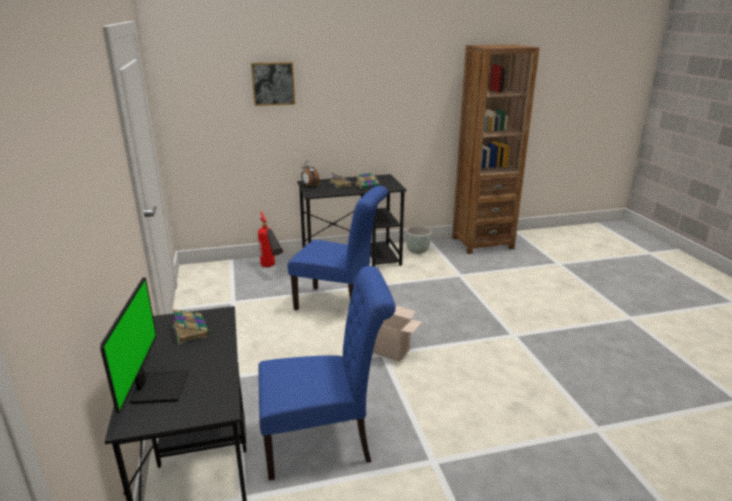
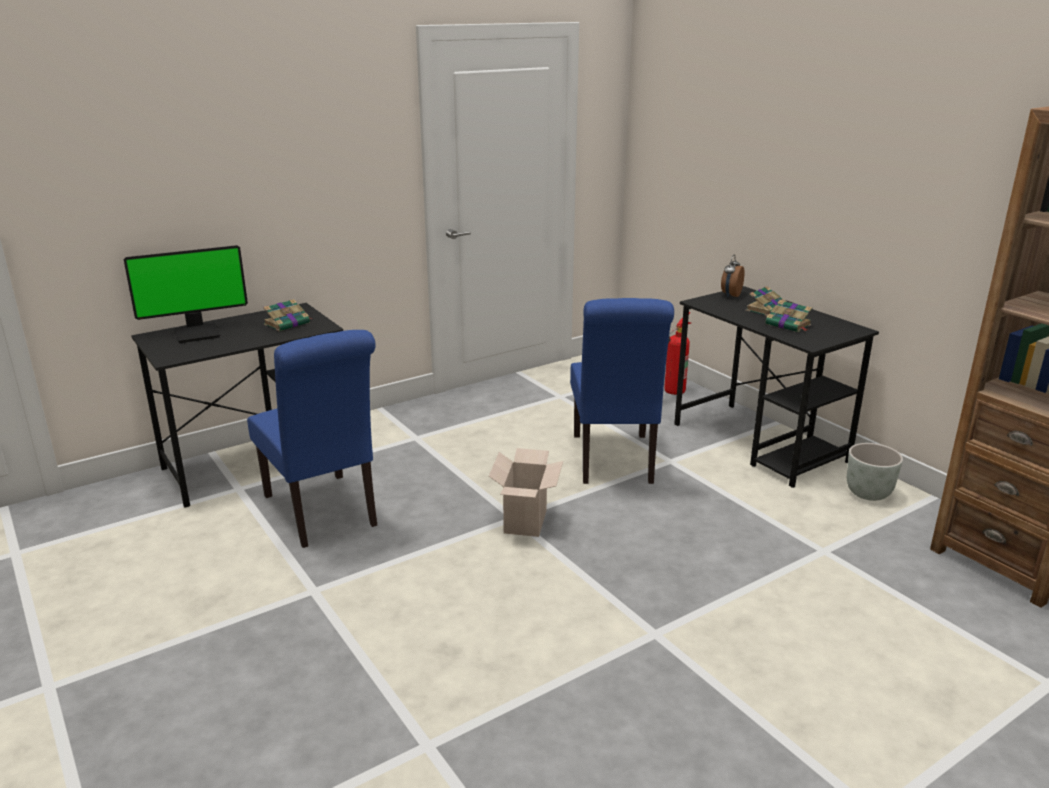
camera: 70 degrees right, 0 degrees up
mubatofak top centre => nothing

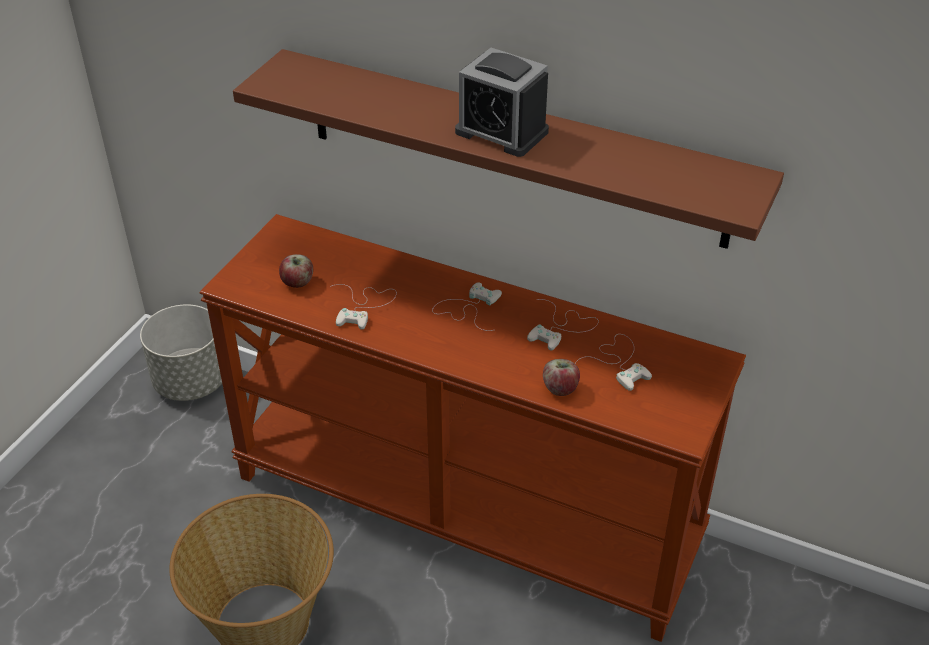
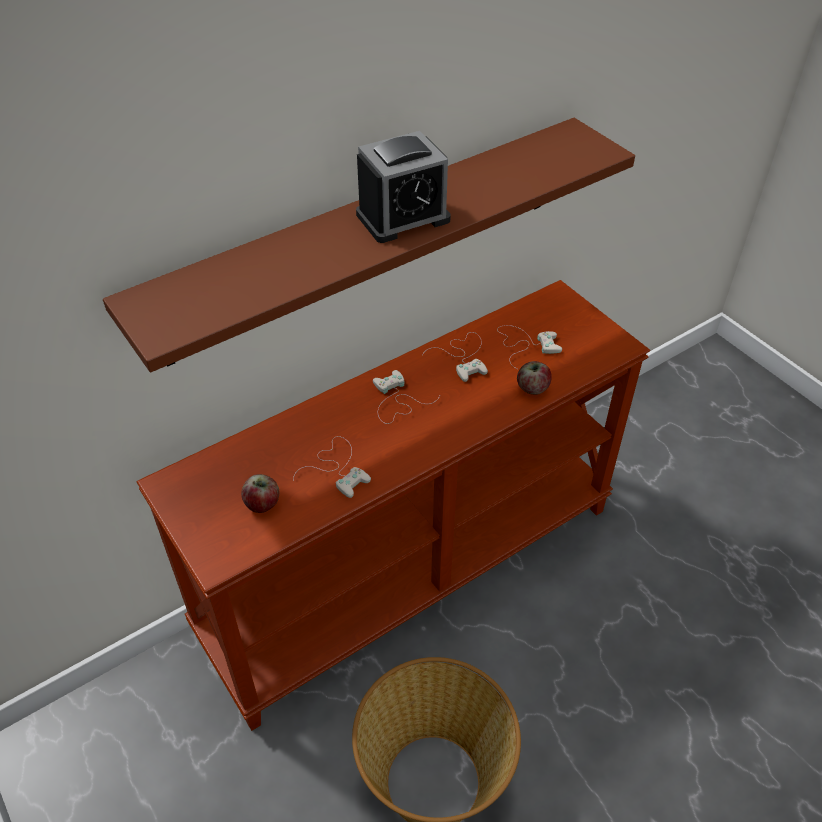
camera: 60 degrees left, 5 degrees up
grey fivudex middle left => nothing

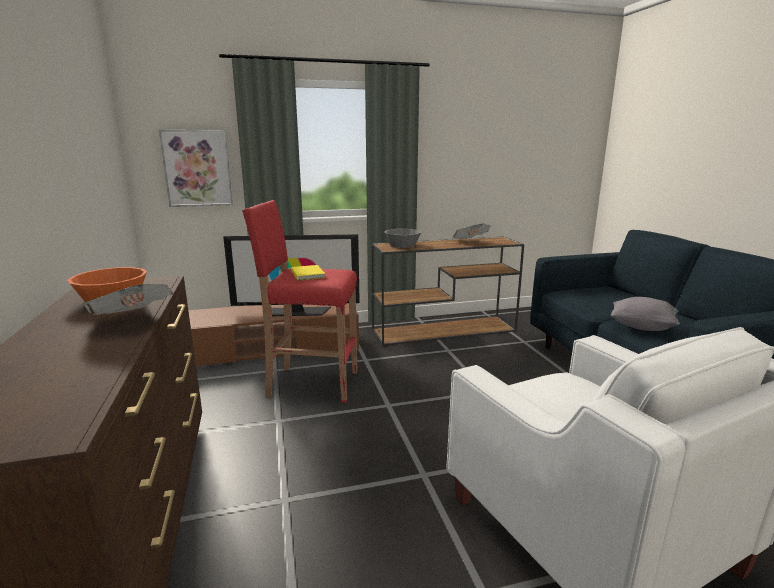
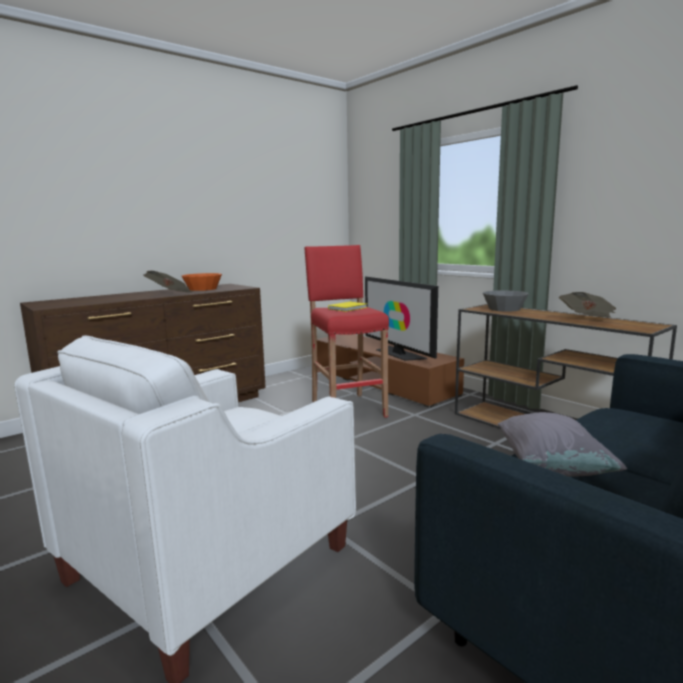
camera: 65 degrees right, 5 degrees down
mubatofak top left => nothing

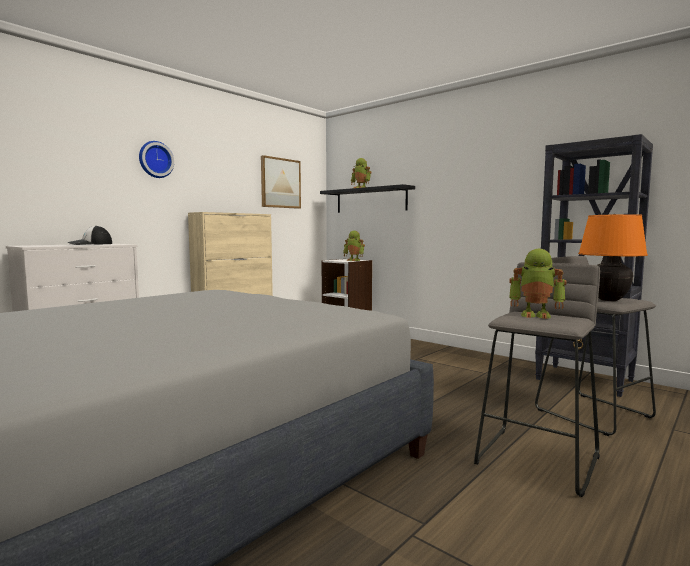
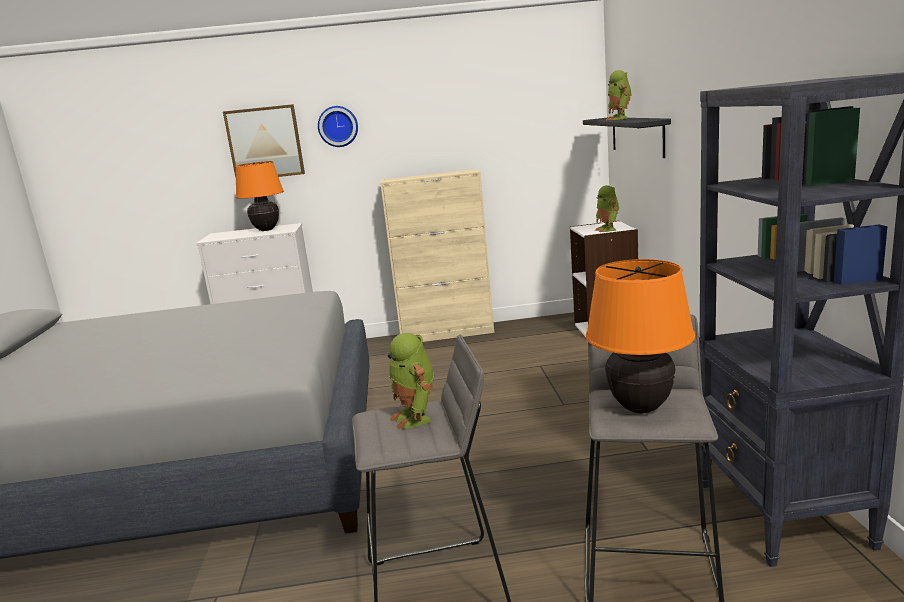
camera: 45 degrees right, 10 degrees up
mubatofak top centre => mubatofak top left, shifted
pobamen middle left => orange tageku (no. 1 from left) top left

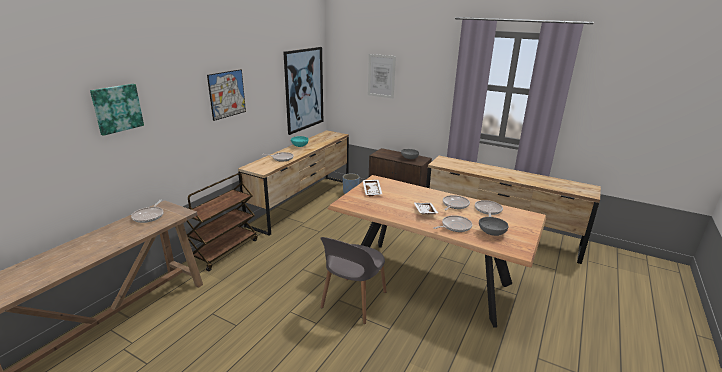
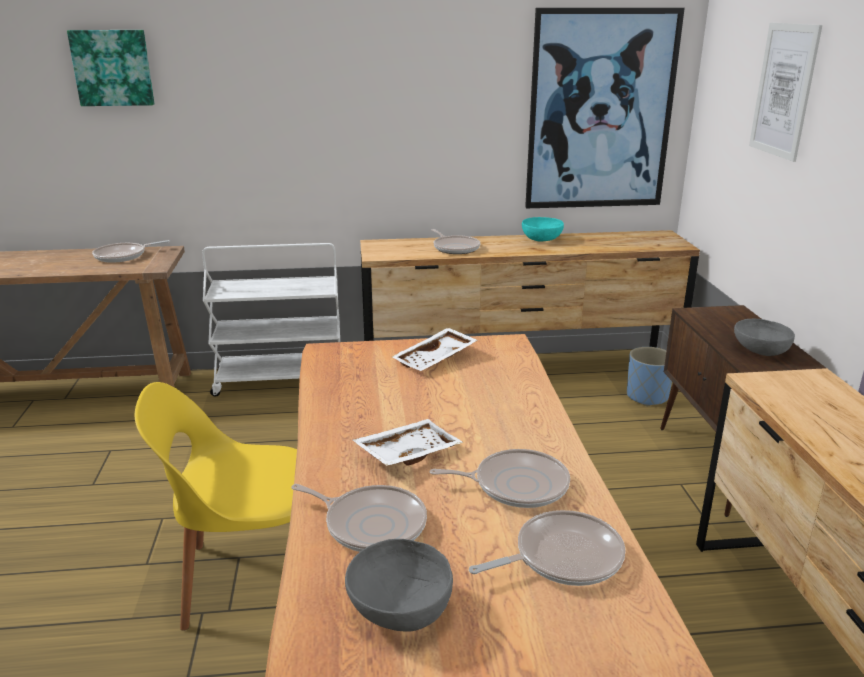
camera: 55 degrees right, 0 degrees up
mubatofak (no. 2 from left) top left => nothing
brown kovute middle left => white kovute middle left
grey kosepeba bottom centre => yellow kosepeba bottom left

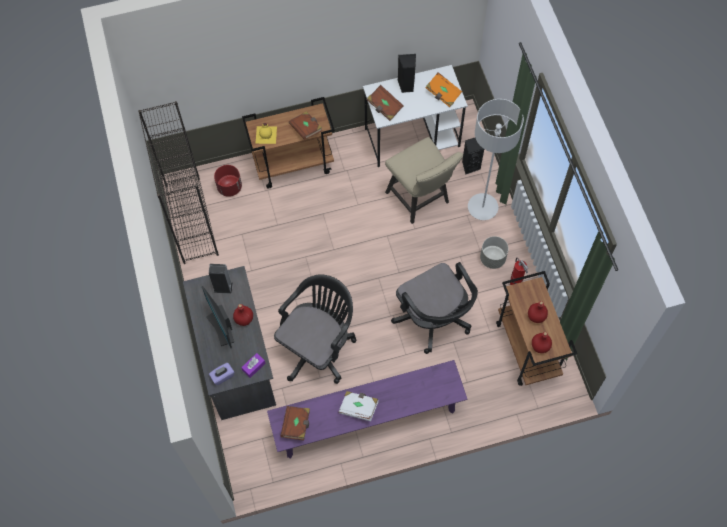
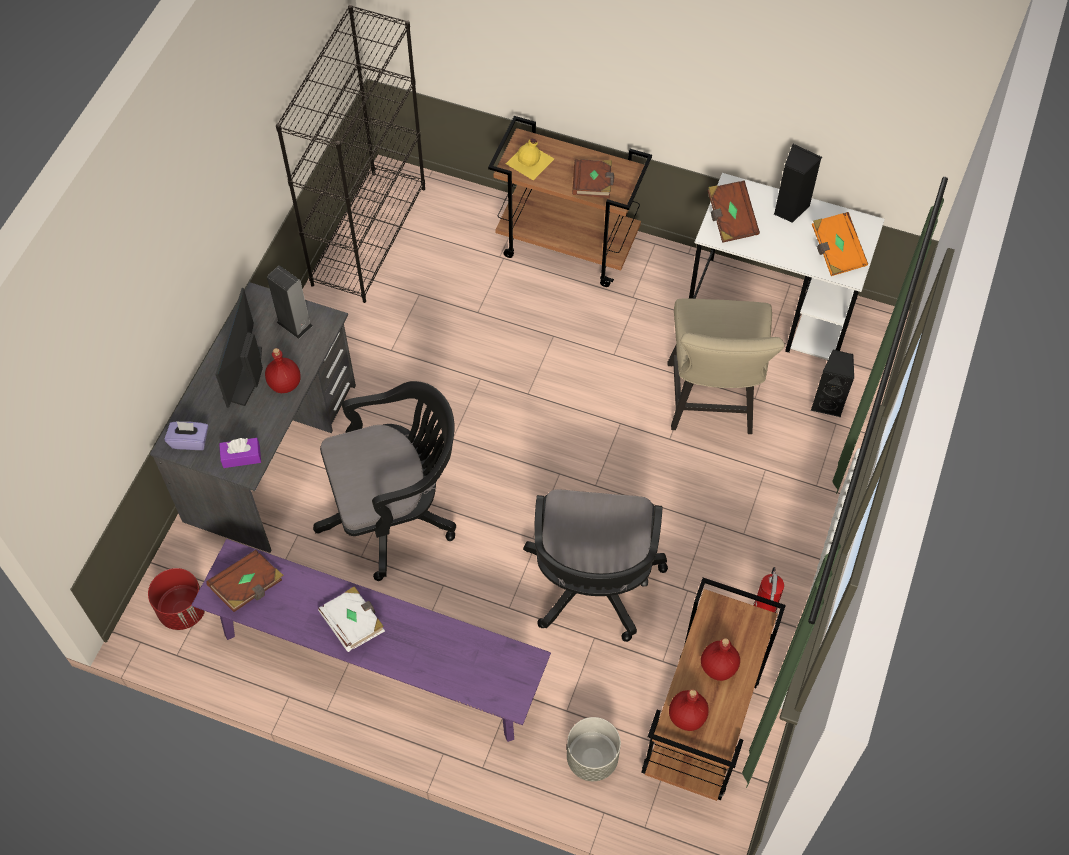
camera: 35 degrees right, 5 degrees down
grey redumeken top right => nothing
red fivudex middle left => red fivudex bottom left, shifted
grey fivudex middle right => grey fivudex bottom centre, shifted

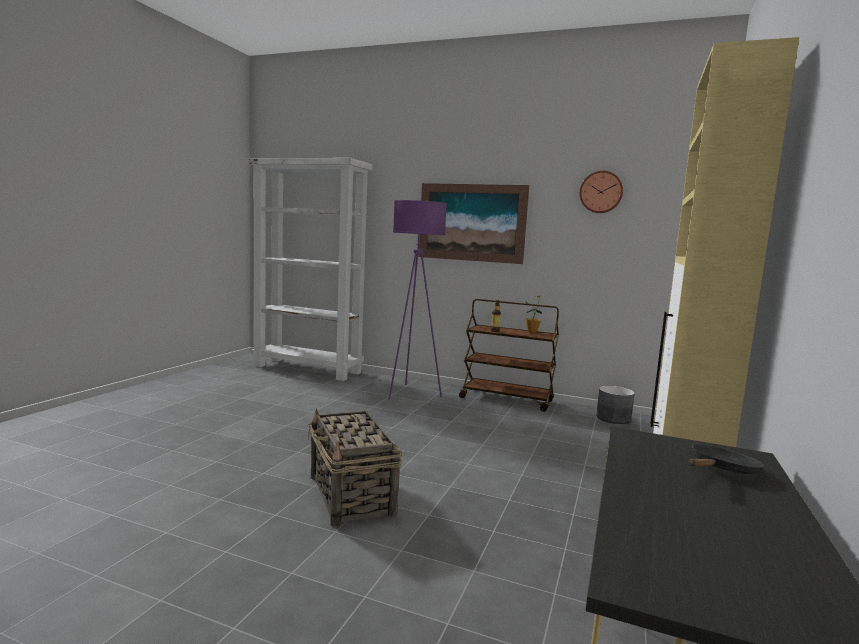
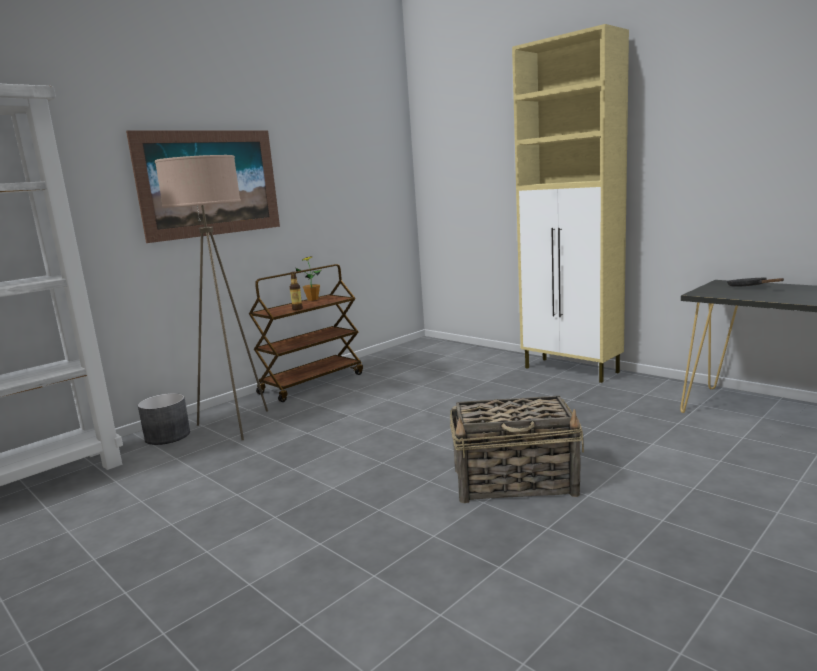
camera: 65 degrees left, 5 degrees up
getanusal top right => nothing
purple redumeken centre => beige redumeken middle left
grey fivudex middle right => grey fivudex middle left, shifted

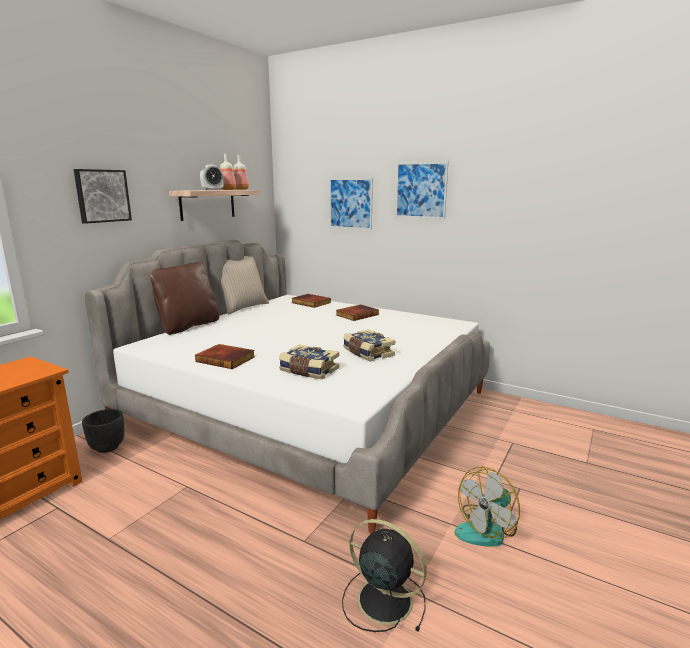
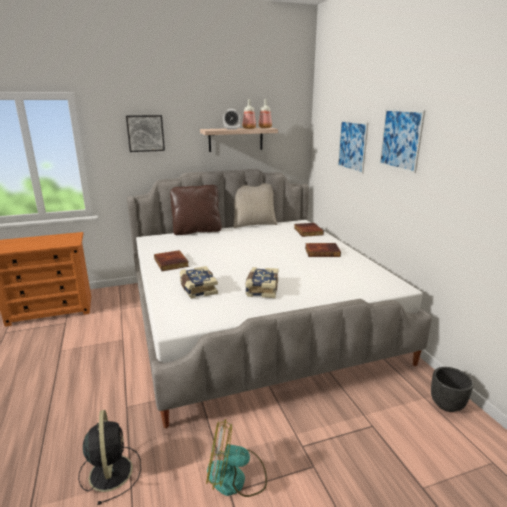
camera: 40 degrees right, 5 degrees up
black fivudex middle left => black fivudex bottom right, shifted

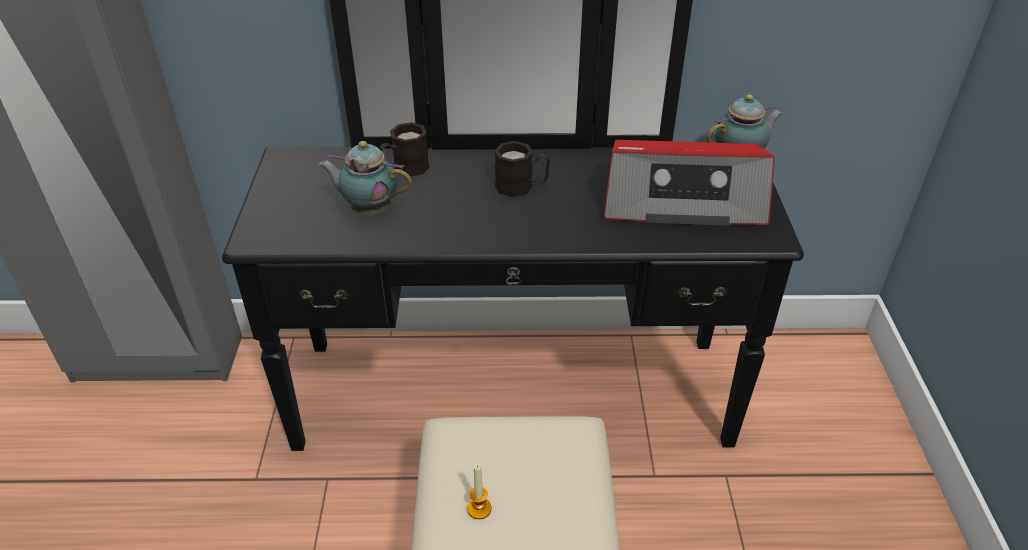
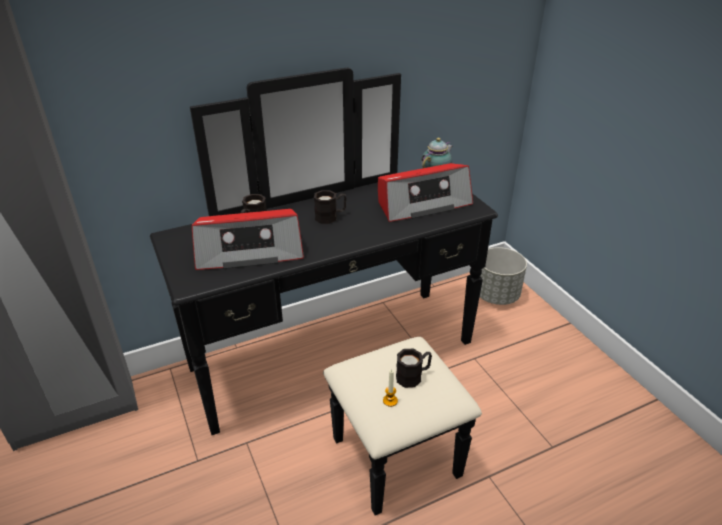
camera: 25 degrees left, 5 degrees down
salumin (no. 1 from left) top centre => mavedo (no. 1 from left) centre
nothing => grey fivudex middle right
nothing => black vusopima (no. 3 from left) bottom centre

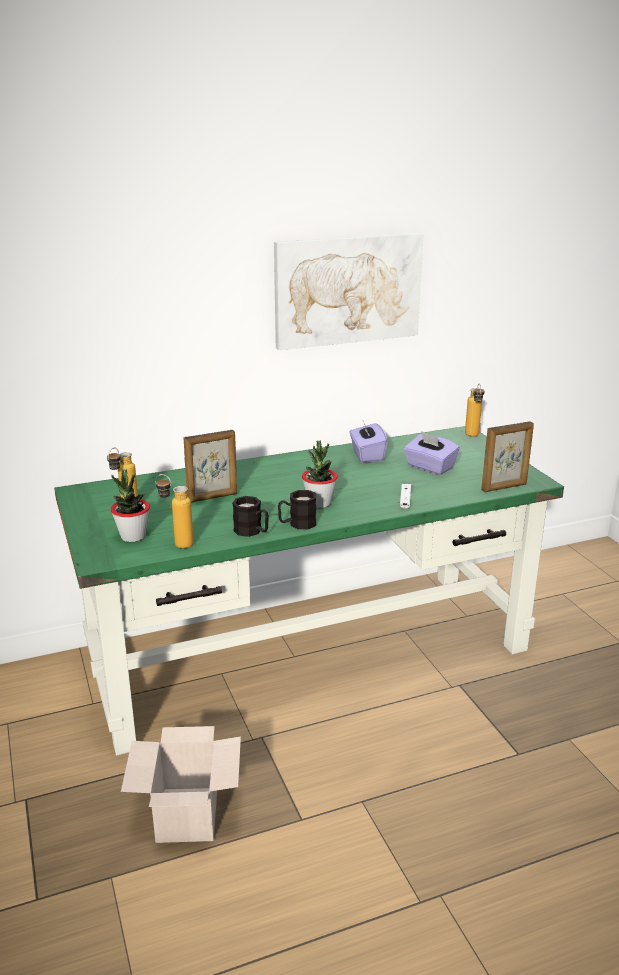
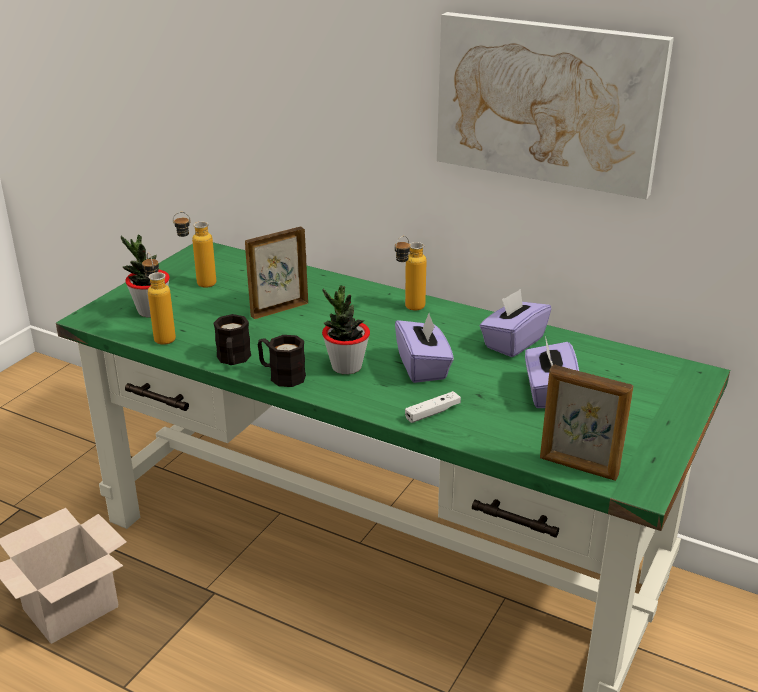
camera: 50 degrees right, 5 degrees up
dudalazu (no. 3 from left) middle right => dudalazu (no. 3 from left) centre, shifted
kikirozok (no. 1 from left) centre, 120 degrees clockwise
nothing => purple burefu (no. 1 from left) centre

